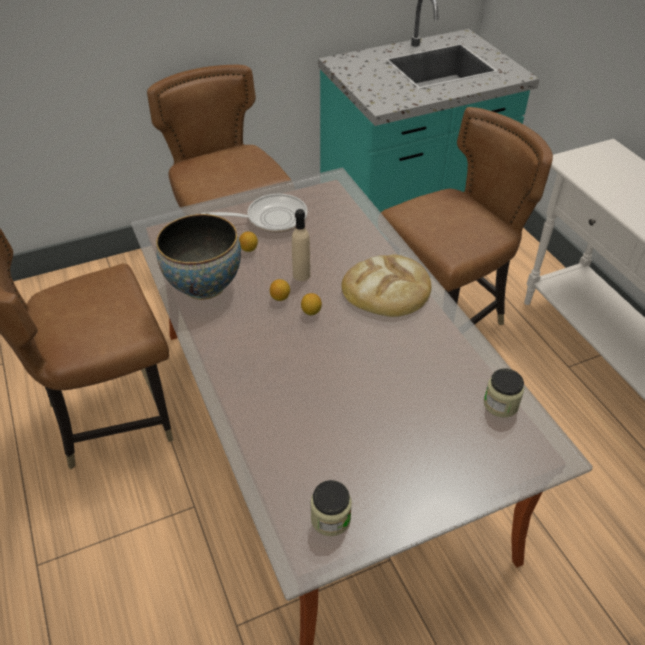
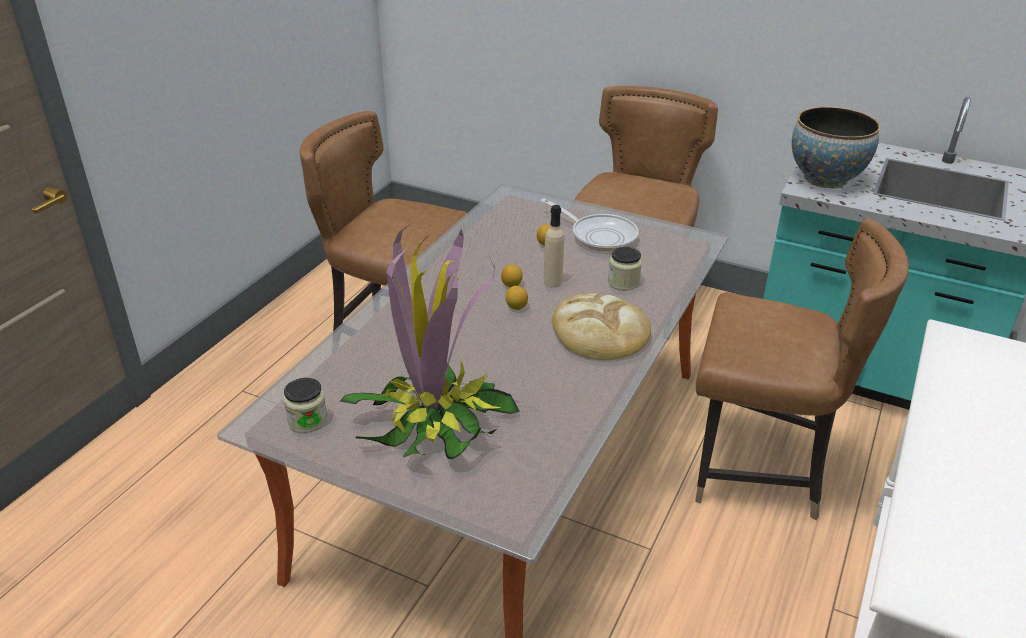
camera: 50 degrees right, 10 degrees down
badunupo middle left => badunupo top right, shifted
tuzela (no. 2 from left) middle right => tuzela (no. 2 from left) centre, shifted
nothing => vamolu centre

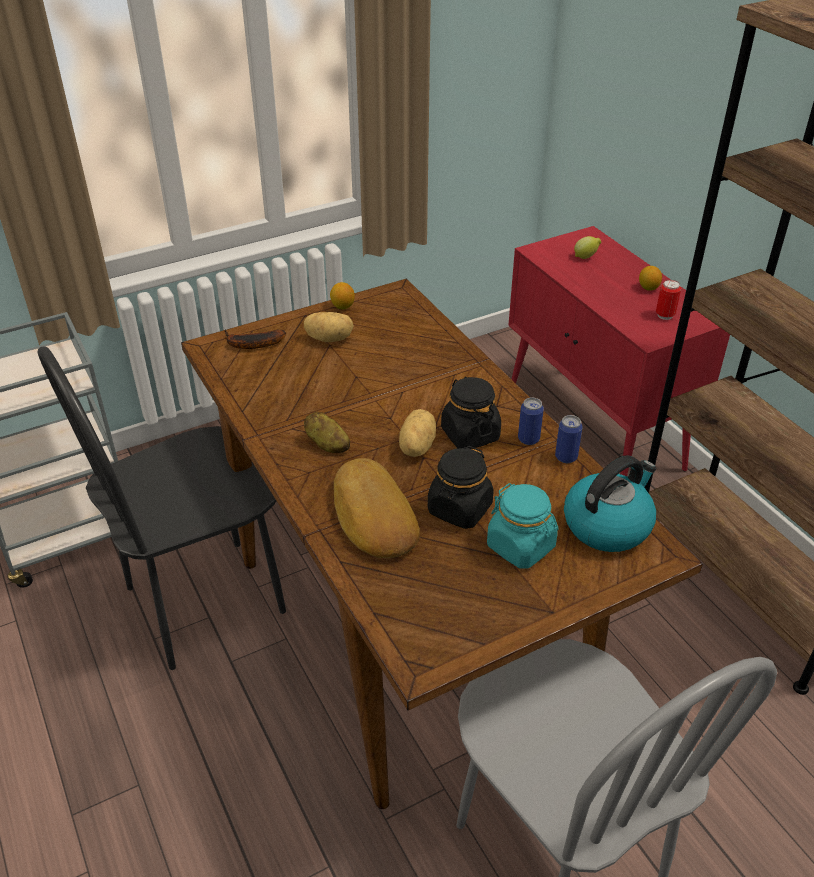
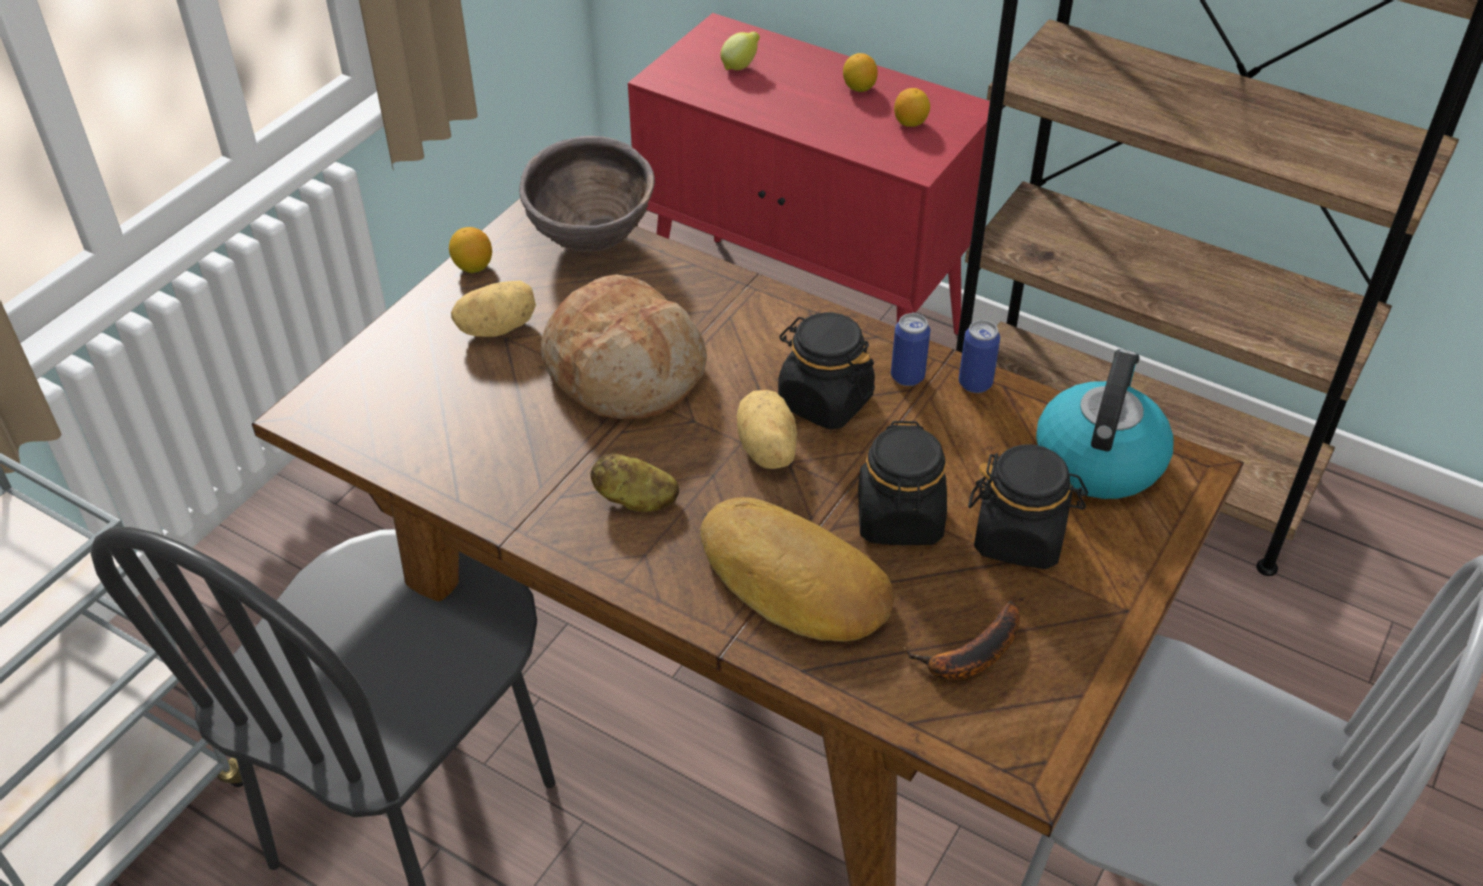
camera: 30 degrees left, 5 degrees up
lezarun (no. 3 from left) middle right => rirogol (no. 4 from left) top centre
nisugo middle left => nisugo bottom centre, shifted
turquoise tuzela centre => black tuzela (no. 3 from left) middle right
nothing => brown badunupo top centre
nothing => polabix (no. 1 from left) centre

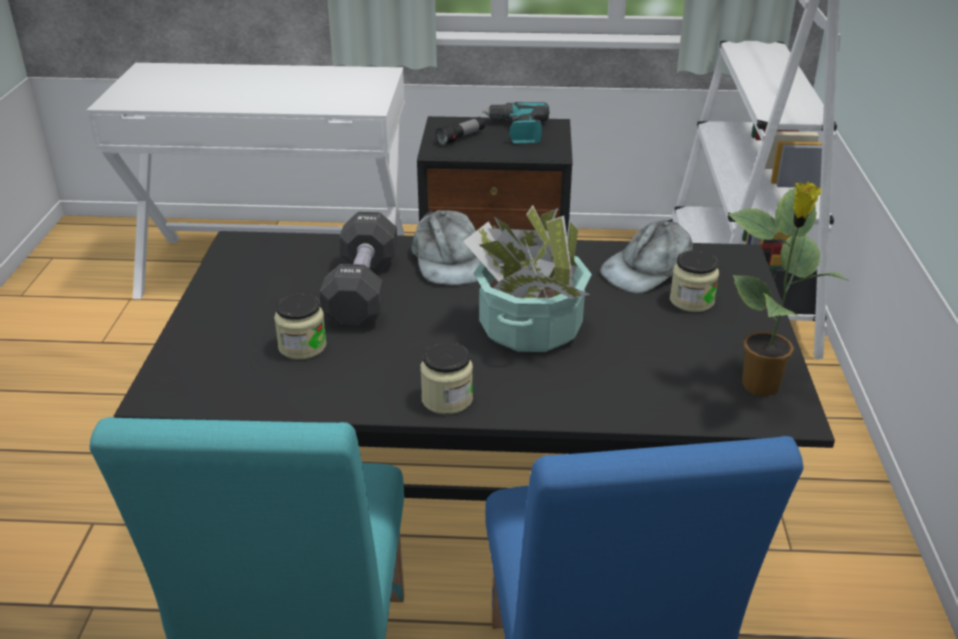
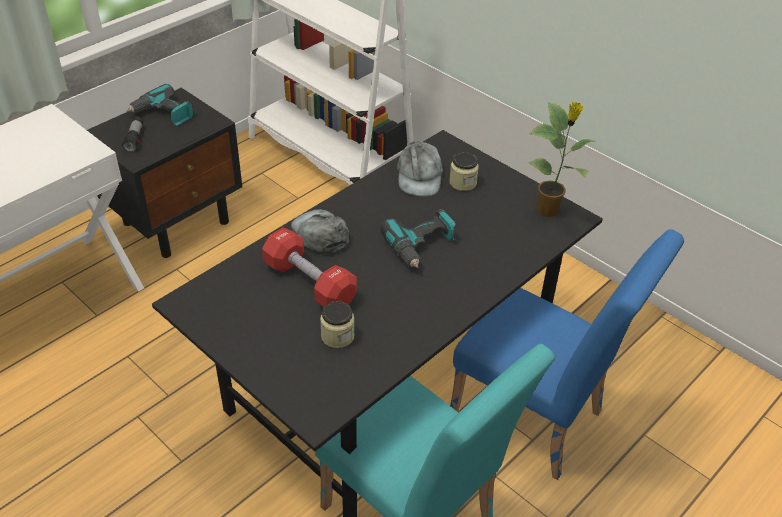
camera: 50 degrees left, 10 degrees up
vamolu (no. 1 from left) centre => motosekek (no. 2 from left) centre
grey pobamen (no. 1 from left) centre, 150 degrees counterclockwise
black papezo centre => red papezo centre
tuzela (no. 2 from left) centre => nothing

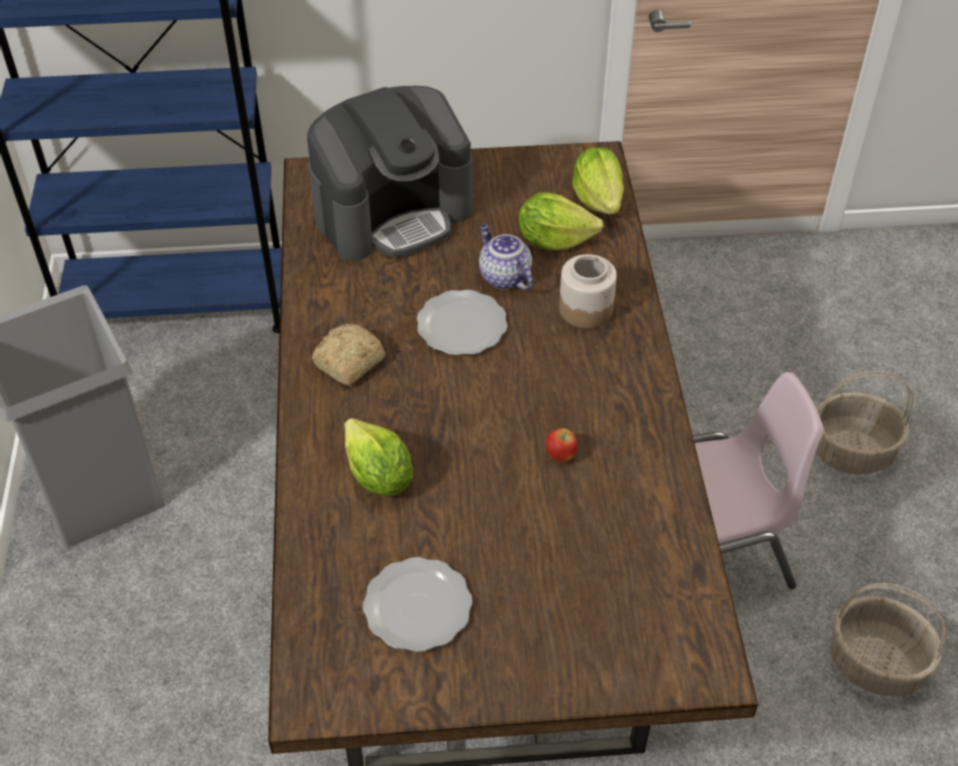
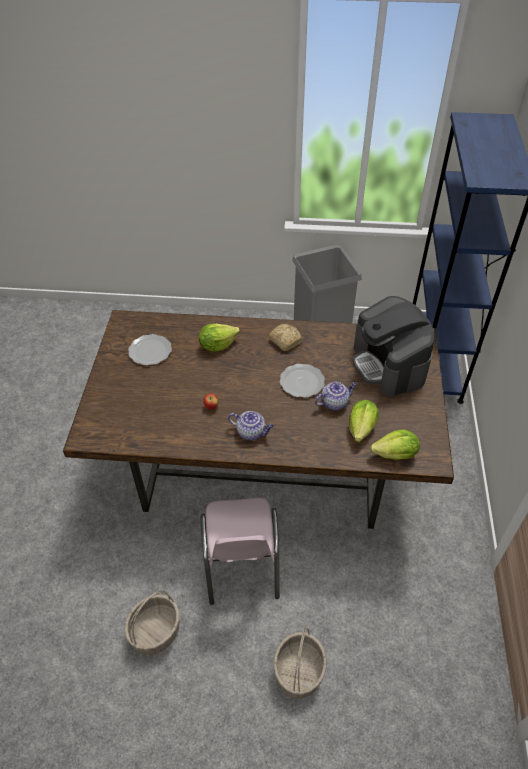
camera: 100 degrees right, 0 degrees up
tuzela centre => nothing
nothing => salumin (no. 1 from left) centre

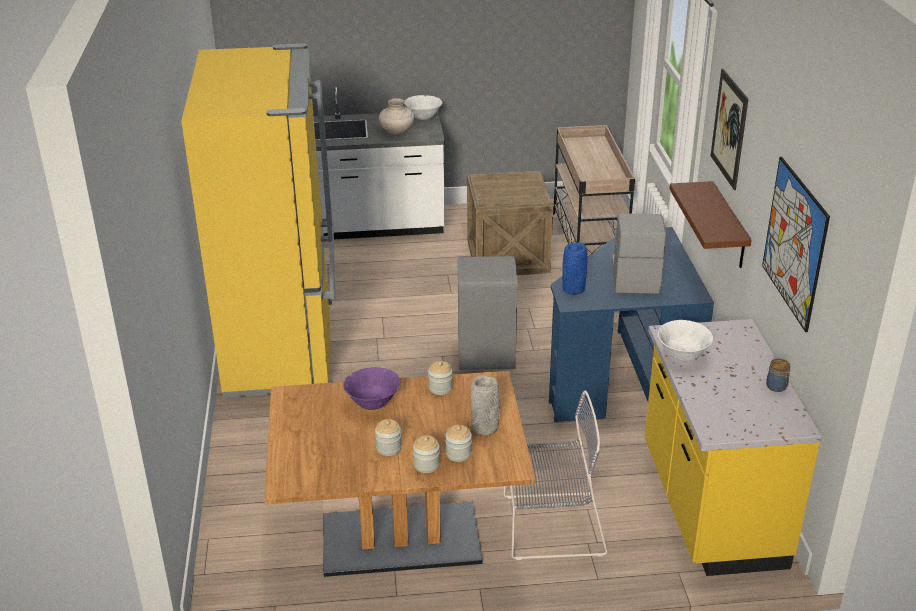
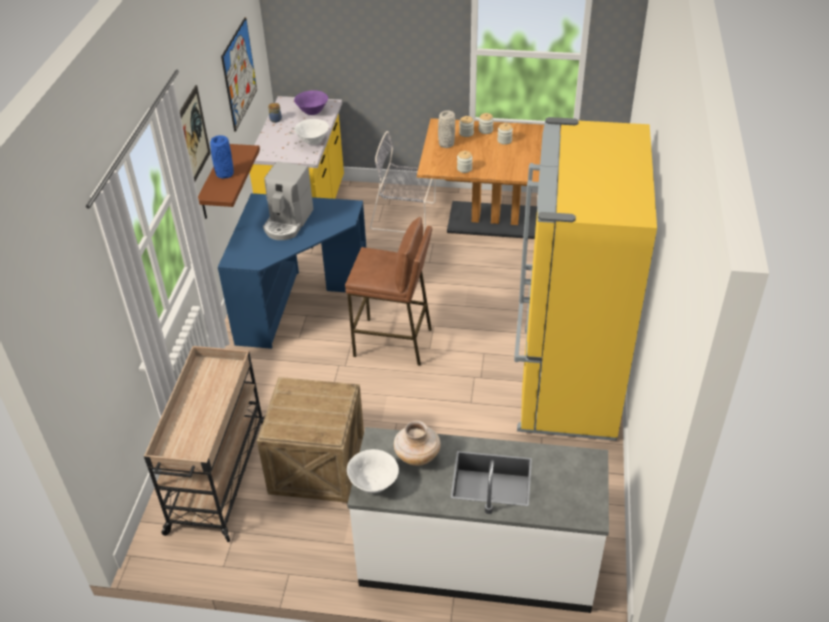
camera: 165 degrees left, 10 degrees up
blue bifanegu centre => blue bifanegu top left, shifted
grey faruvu centre => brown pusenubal centre
purple badunupo centre => purple badunupo top centre, shifted

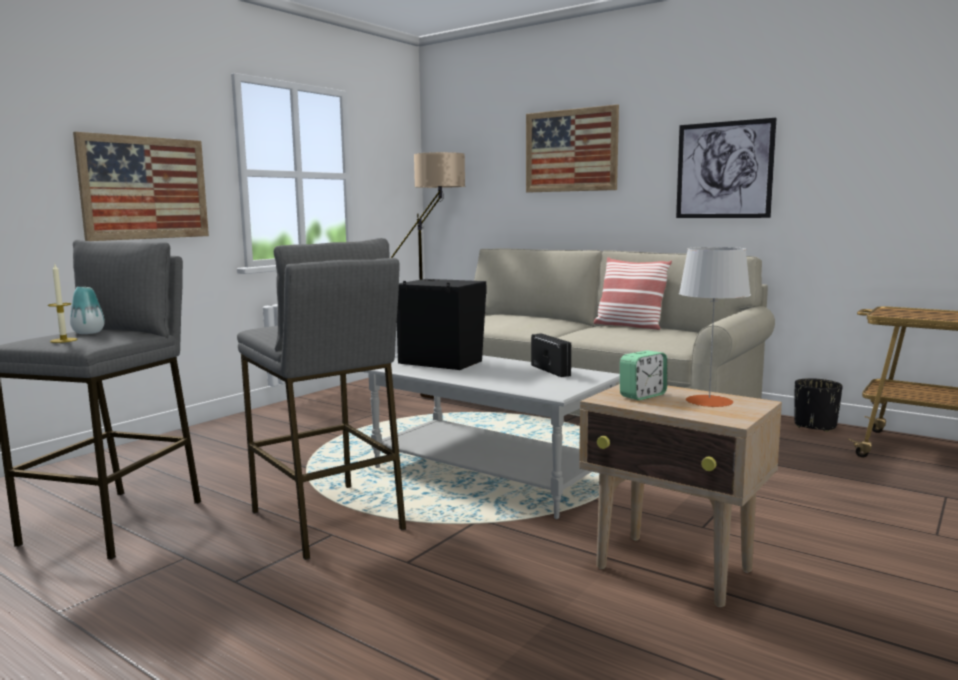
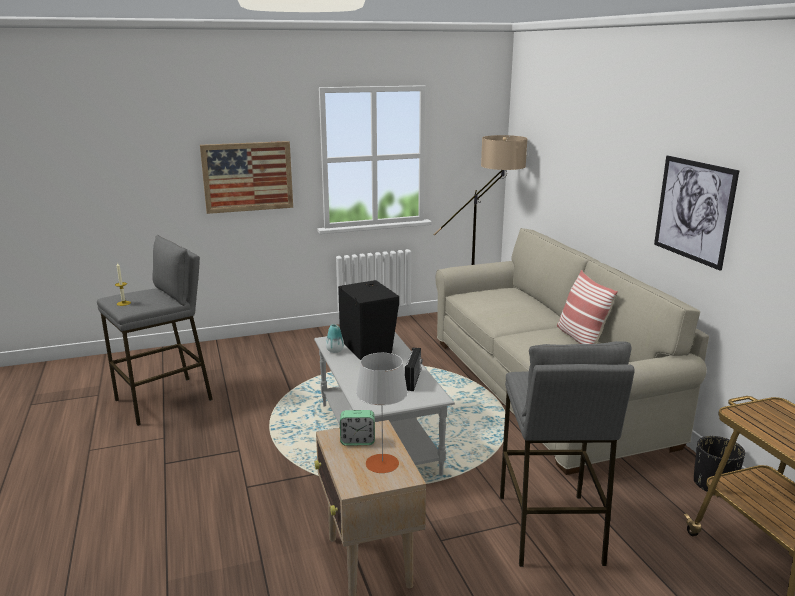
camera: 35 degrees right, 10 degrees up
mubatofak (no. 2 from left) top centre => nothing
grey pusenubal (no. 2 from left) centre => grey pusenubal (no. 2 from left) bottom right, shifted
bifanegu middle left => bifanegu centre, shifted

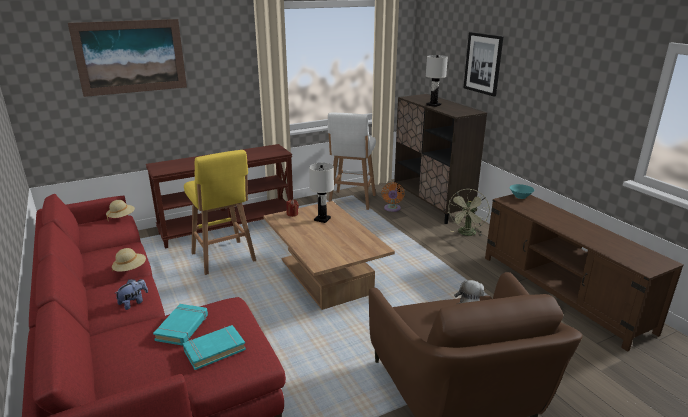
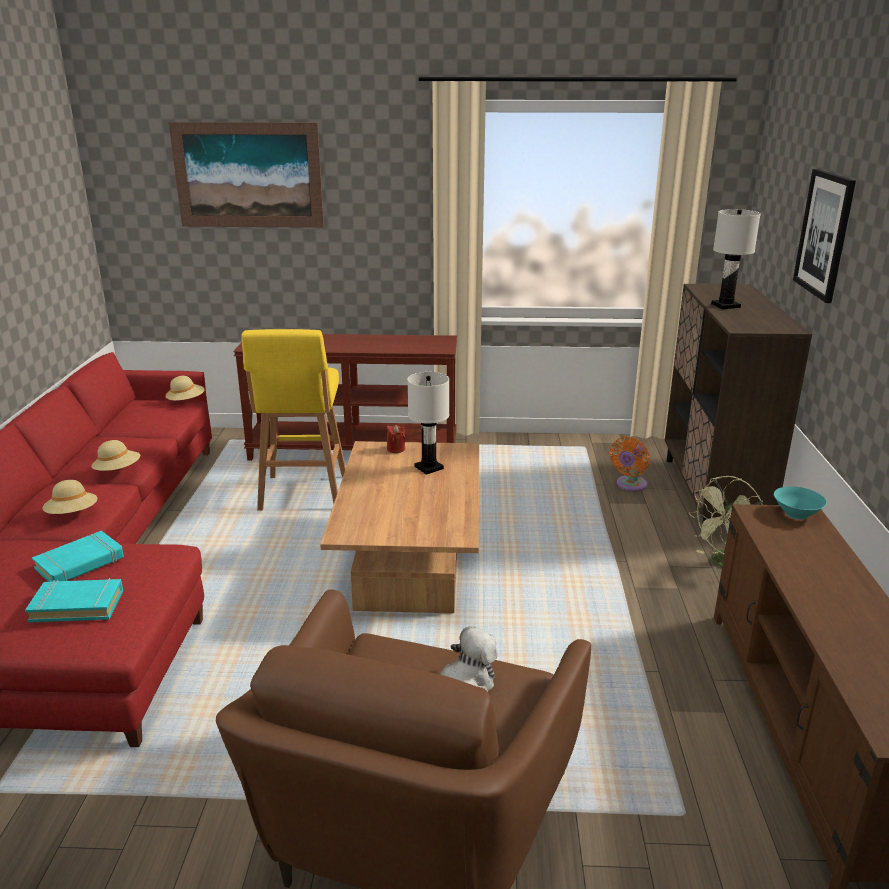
camera: 30 degrees right, 0 degrees up
white pusenubal centre => nothing
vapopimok (no. 1 from left) bottom left => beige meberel (no. 1 from left) middle left

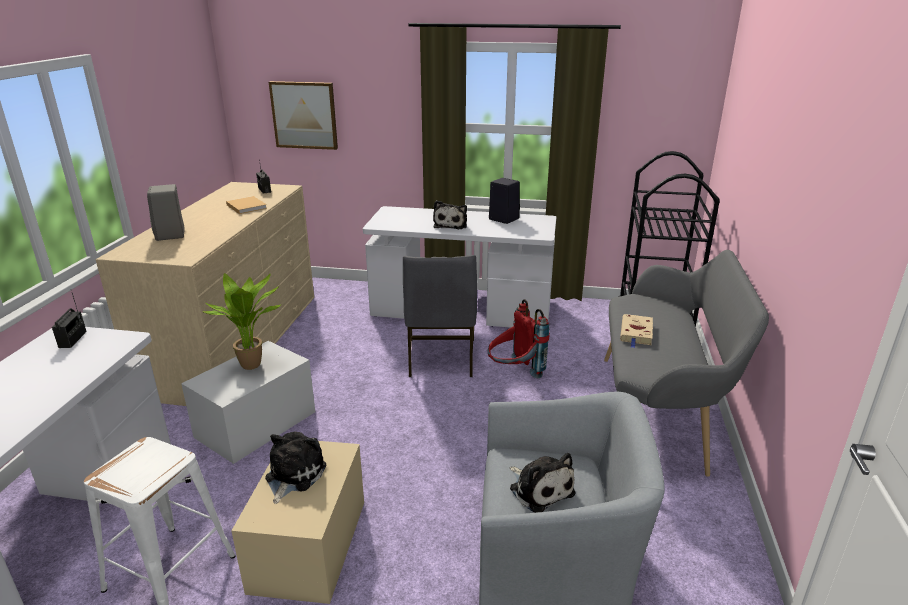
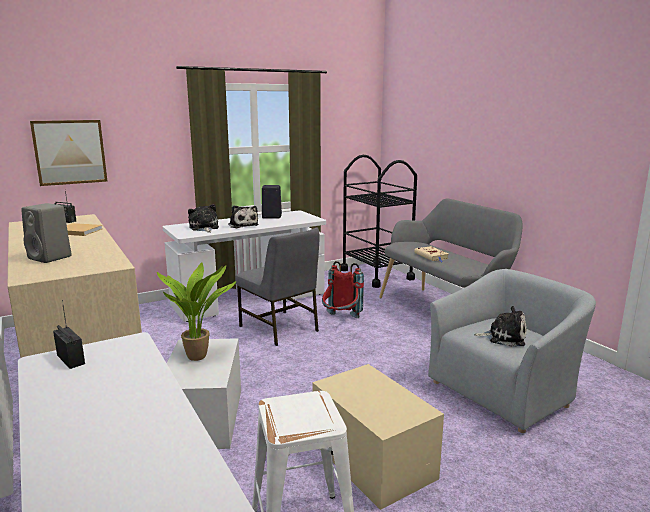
camera: 40 degrees left, 10 degrees down
vapopimok (no. 1 from left) bottom left => vapopimok (no. 1 from left) middle left, shifted

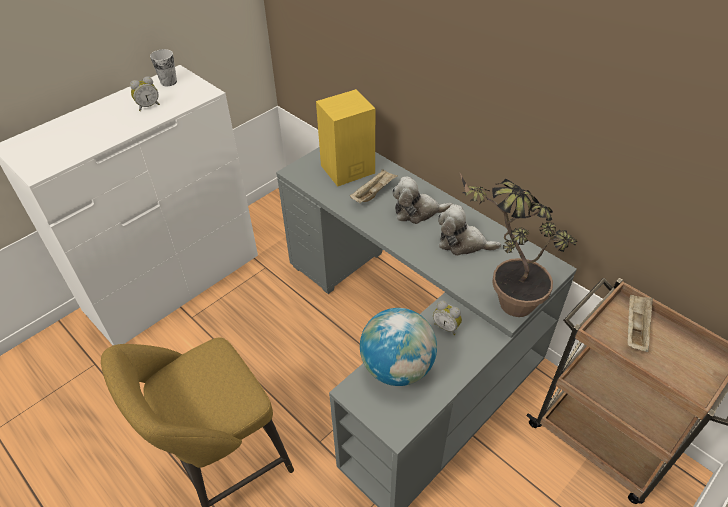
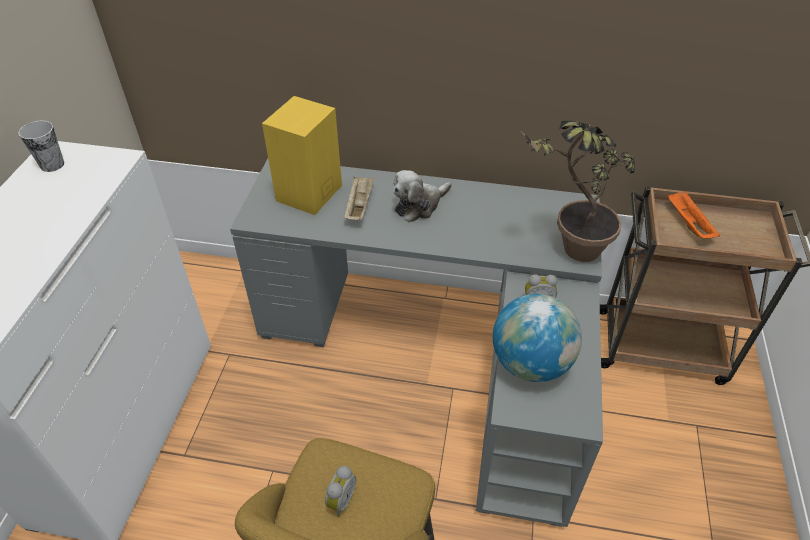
camera: 35 degrees left, 0 degrees up
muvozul (no. 1 from left) top left => muvozul (no. 1 from left) bottom centre, shifted
vapopimok (no. 2 from left) centre => nothing
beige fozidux (no. 2 from left) middle right => orange fozidux middle right

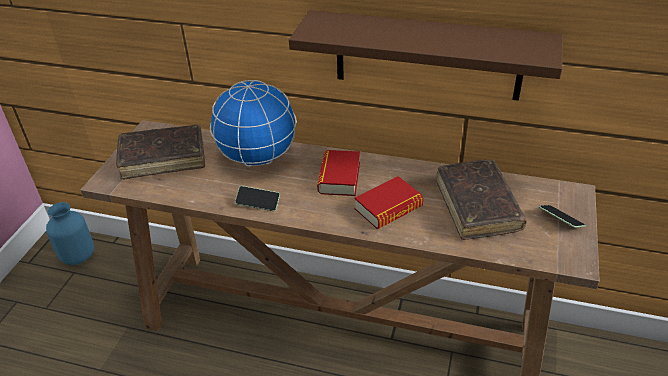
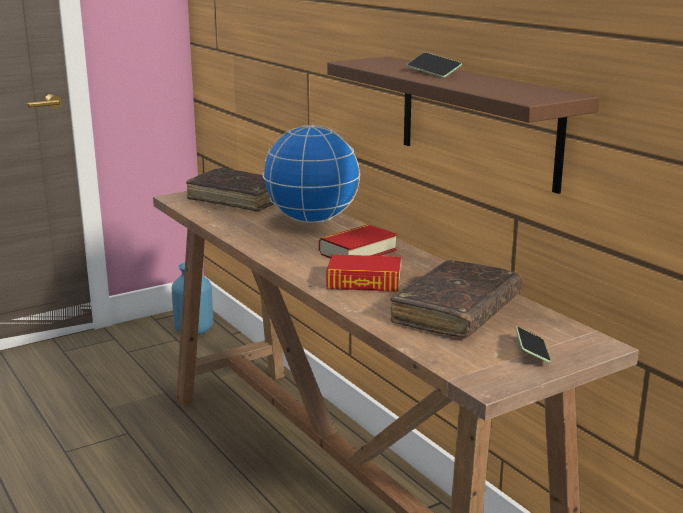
camera: 40 degrees right, 20 degrees down
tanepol (no. 1 from left) centre => tanepol (no. 1 from left) top centre, shifted

